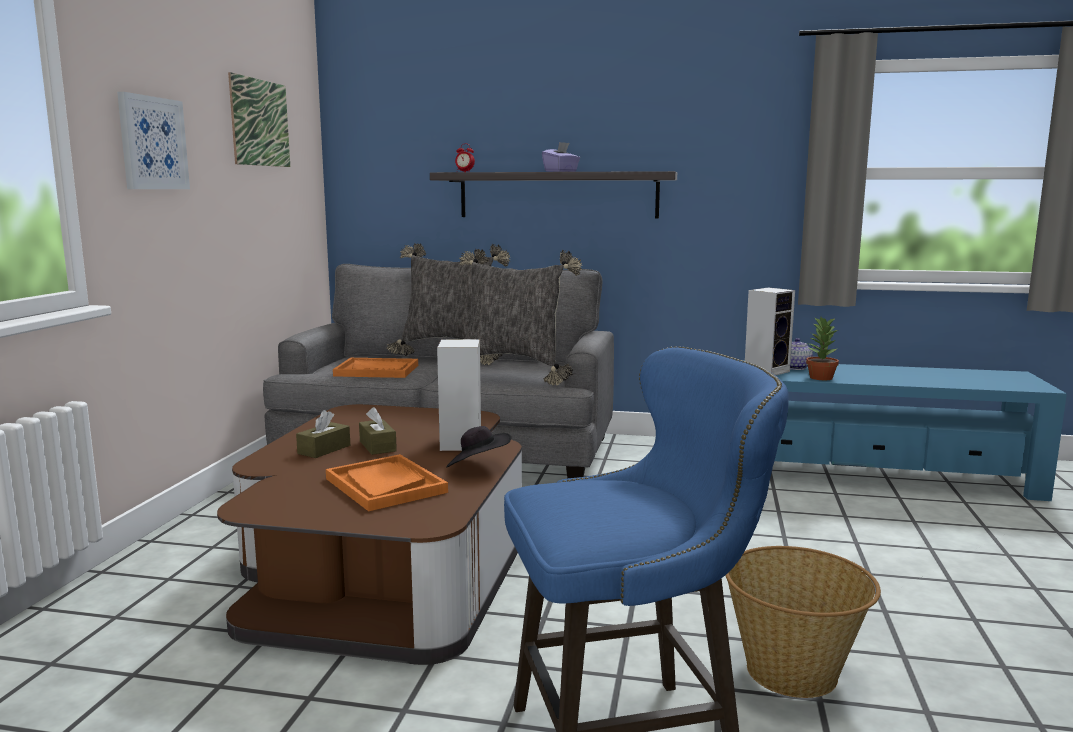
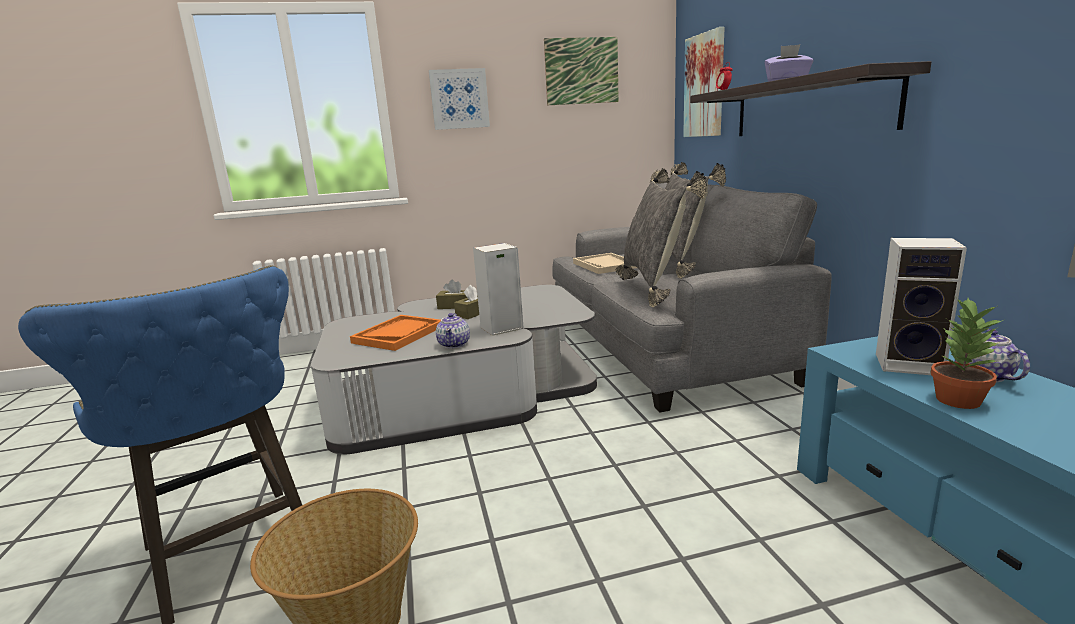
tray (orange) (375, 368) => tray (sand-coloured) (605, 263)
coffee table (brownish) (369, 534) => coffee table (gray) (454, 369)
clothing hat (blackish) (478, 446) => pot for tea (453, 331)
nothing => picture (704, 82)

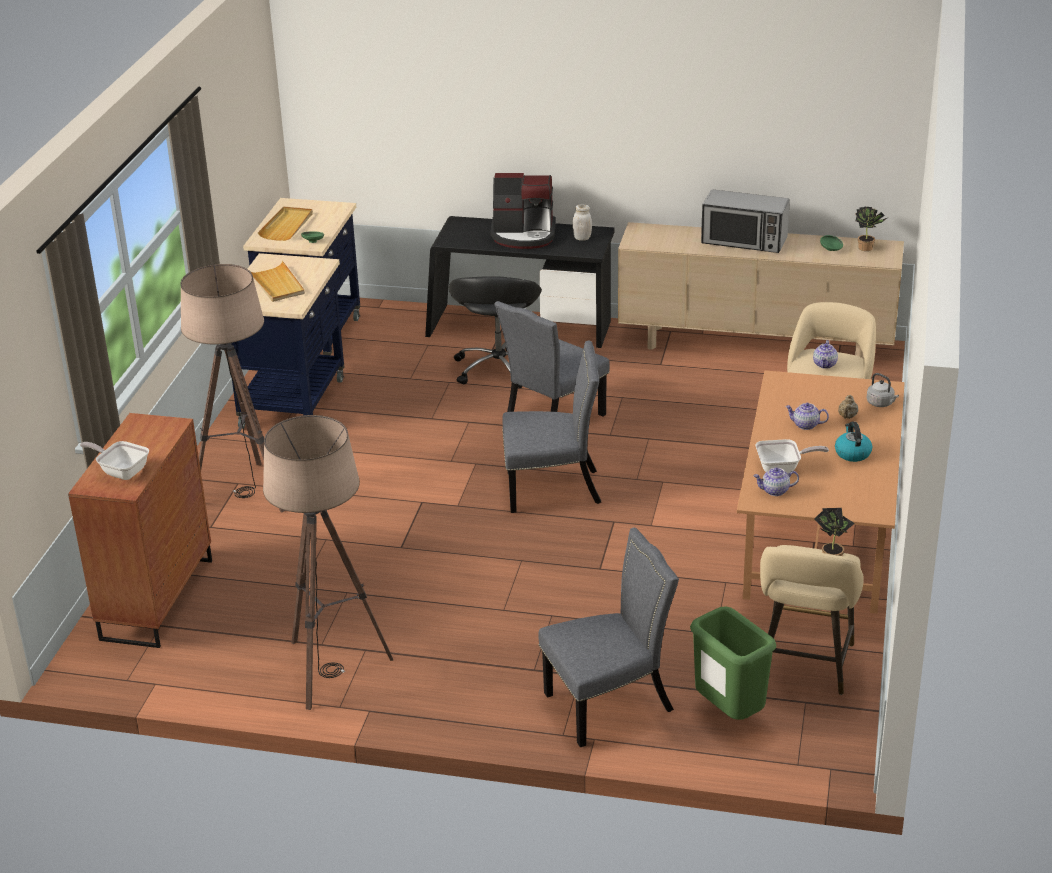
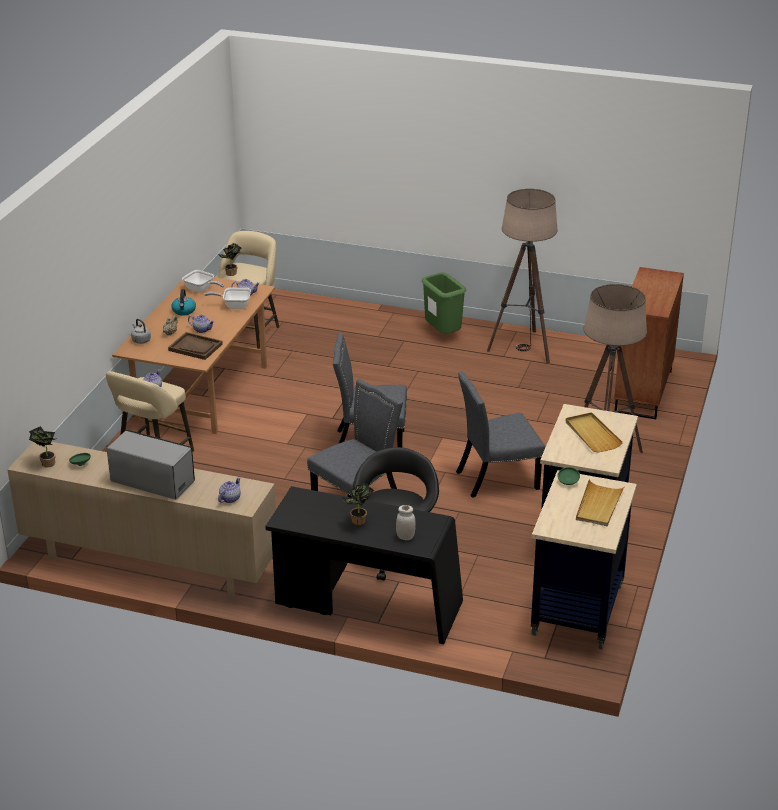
coffee brewer (523, 211) => potted plant (358, 503)
storage jar (whitish) (582, 222) => storage jar (whitish) (405, 522), shifted
skillet (114, 460) => skillet (203, 281), shifted
plain chair (gray) (608, 637) => plain chair (gray) (500, 434), shifted
waste bin (greenish) (733, 663) => waste bin (greenish) (444, 303), shifted
nothing => tray (brownish) (195, 346)
nothing => pot for tea (229, 490)

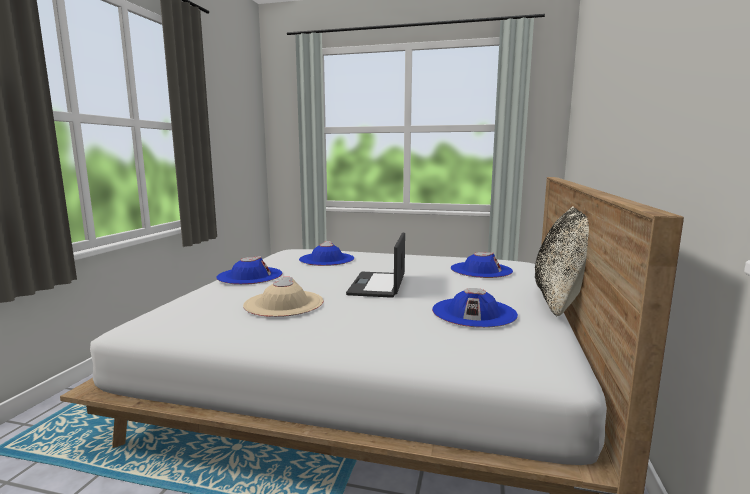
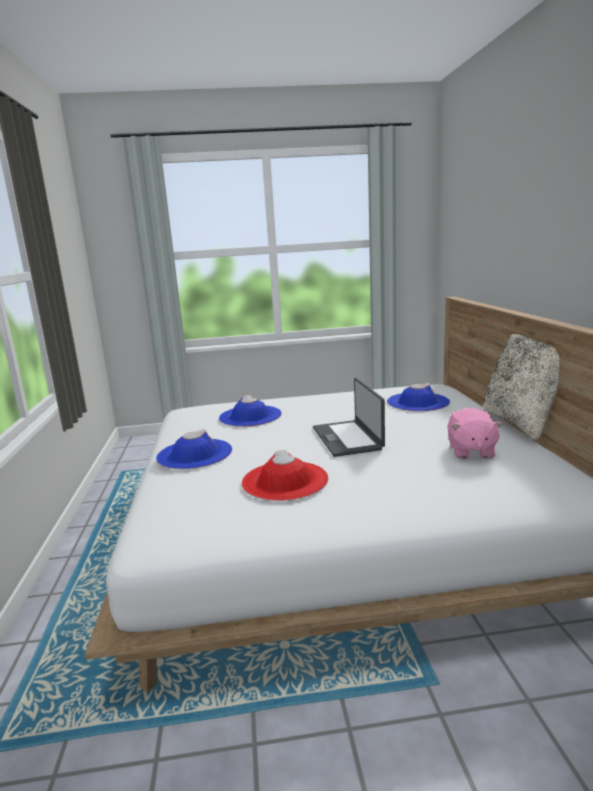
clothing hat (sand-coloured) (283, 297) => clothing hat (red) (285, 475)
clothing hat (blue) (475, 308) => soft toy (pink) (475, 433)

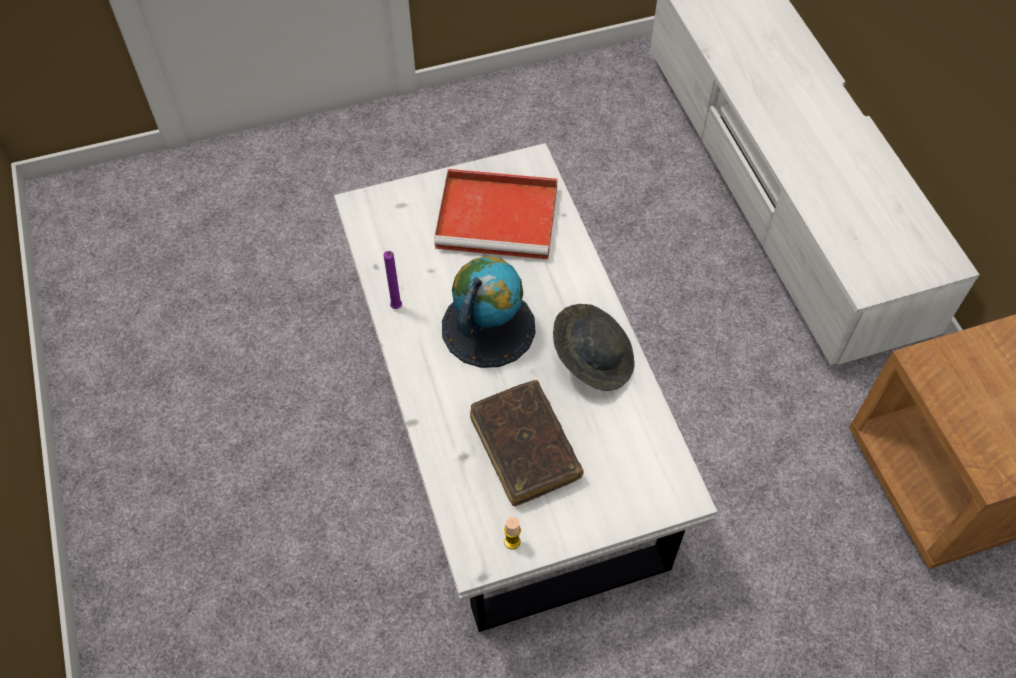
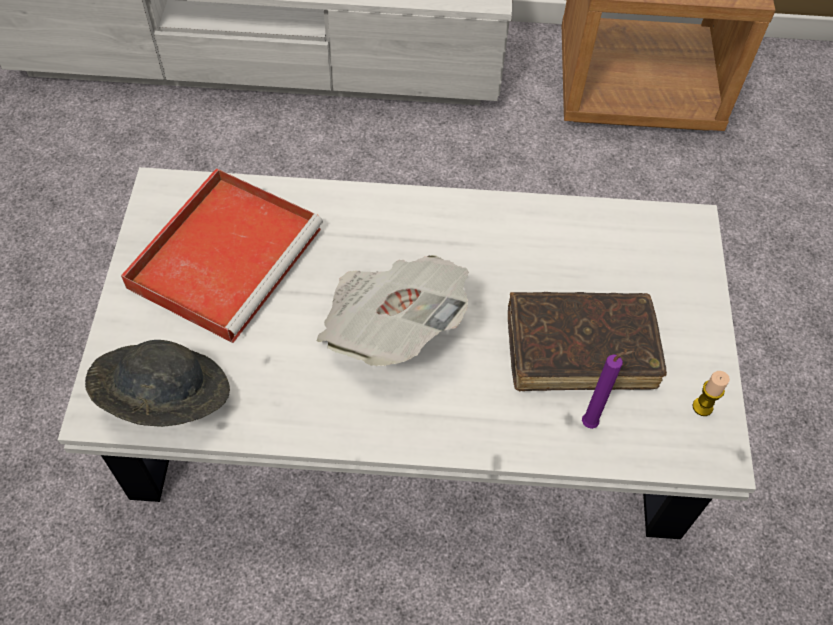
candle (purple-coloured) (392, 280) => candle (purple-coloured) (608, 390), shifted
globe (489, 312) => newspaper (392, 310)
clothing hat (gray) (594, 347) => clothing hat (gray) (157, 383), shifted

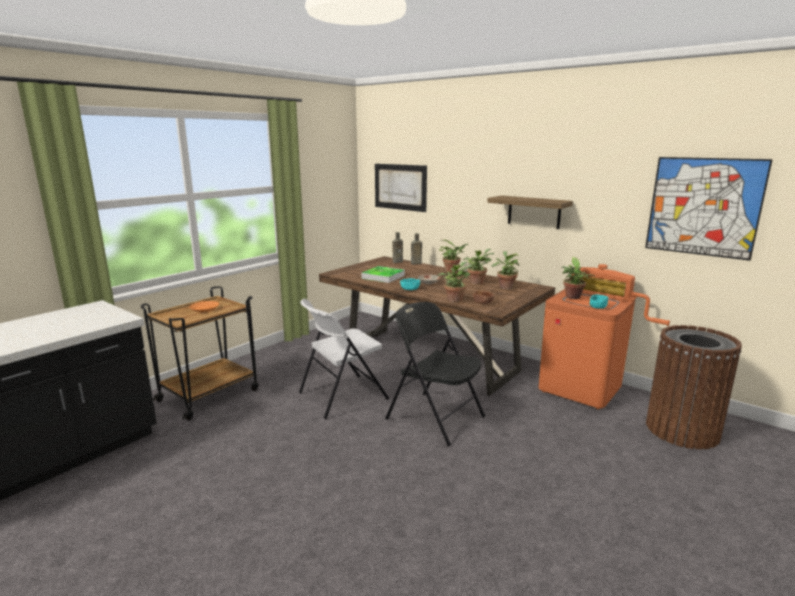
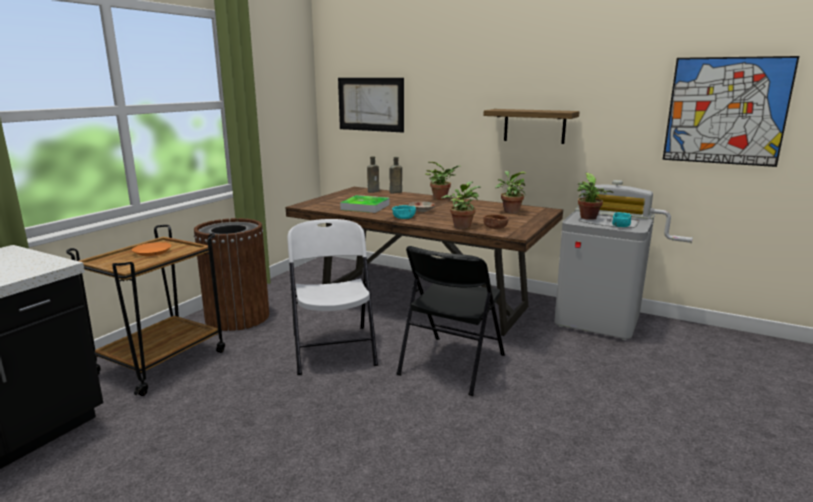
potted plant (478, 267) => nothing
laundry machine (orange) (604, 336) => laundry machine (gray) (623, 260)
plain chair (whitish) (344, 358) => plain chair (whitish) (332, 297), 120 degrees clockwise
plain chair (blackish) (435, 374) => plain chair (blackish) (450, 321), 90 degrees counterclockwise
waste bin (brownish) (694, 387) => waste bin (brownish) (231, 274), shifted

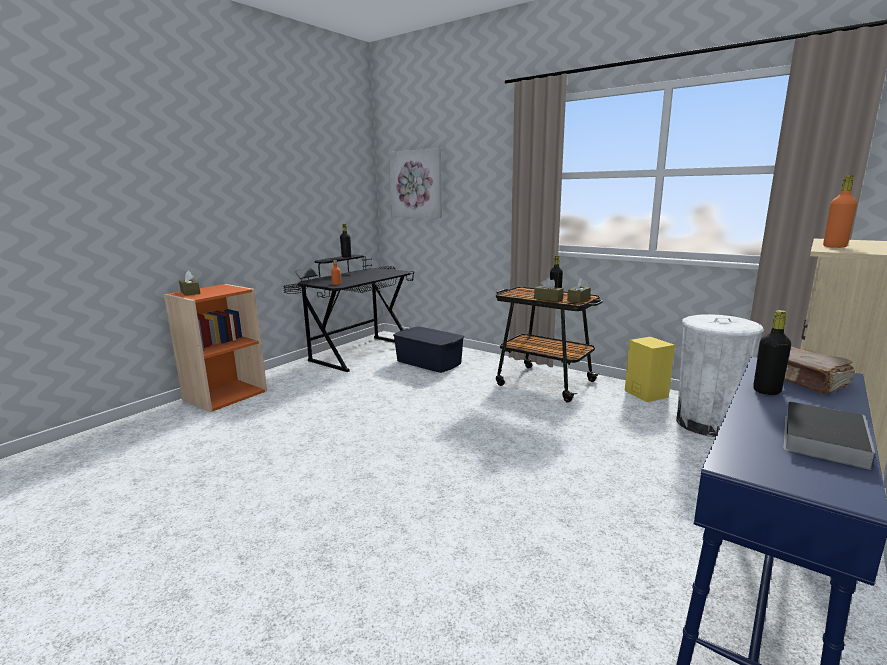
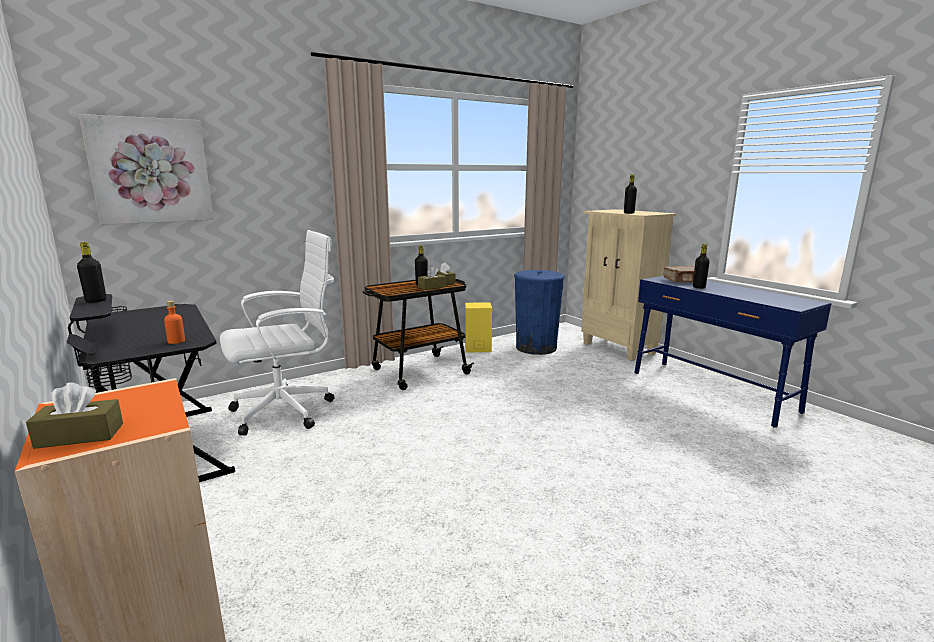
bottle (orange) (840, 211) => bottle (blackish) (630, 194)
waste bin (whitish) (720, 375) => waste bin (blue) (539, 312)
storage container (blue) (428, 350) => desk chair (whitish) (277, 333)
book (829, 436) => nothing

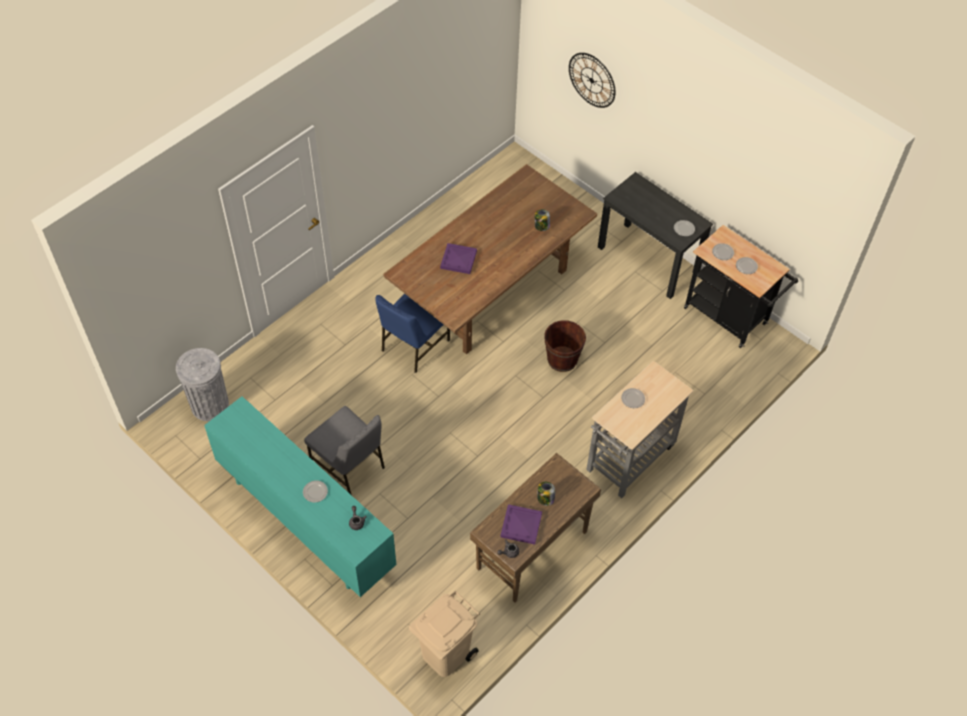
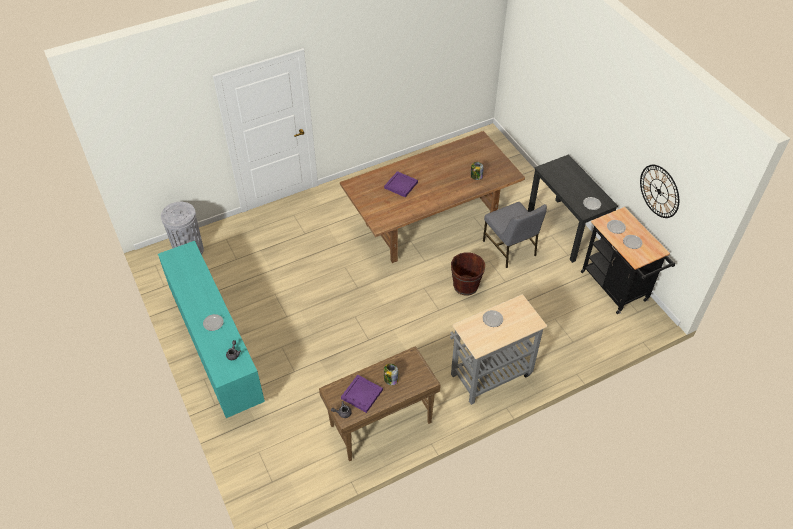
wall clock (592, 80) => wall clock (659, 191), shifted
plain chair (blue) (412, 333) => nothing
plain chair (gray) (344, 450) => plain chair (gray) (515, 235), shifted
waste bin (sand-coloured) (444, 634) => nothing

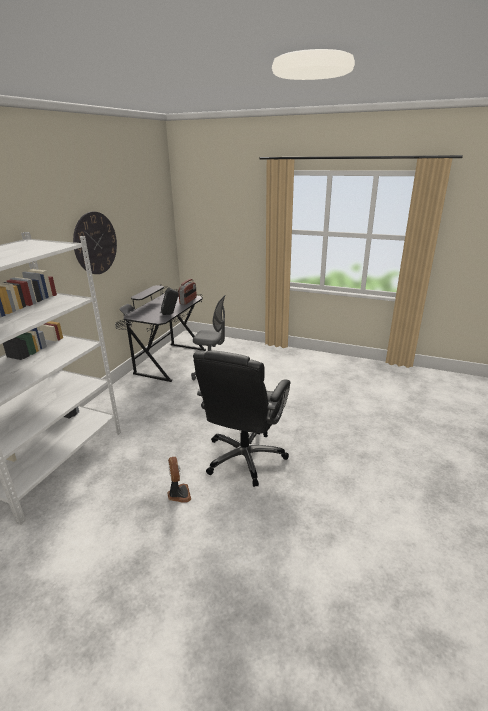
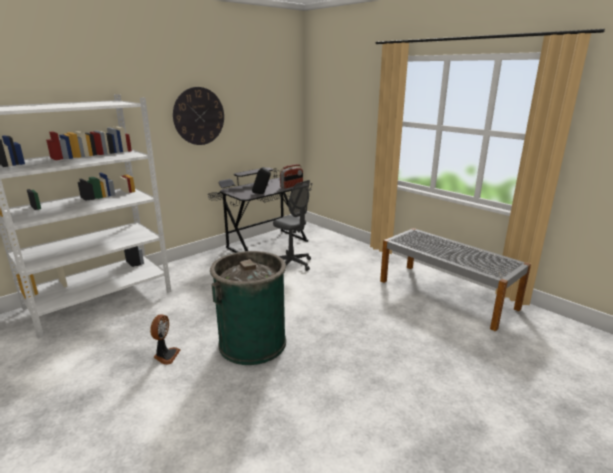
desk chair (blackish) (242, 418) => waste bin (greenish) (248, 308)
nothing => indoor bench (gray) (455, 280)

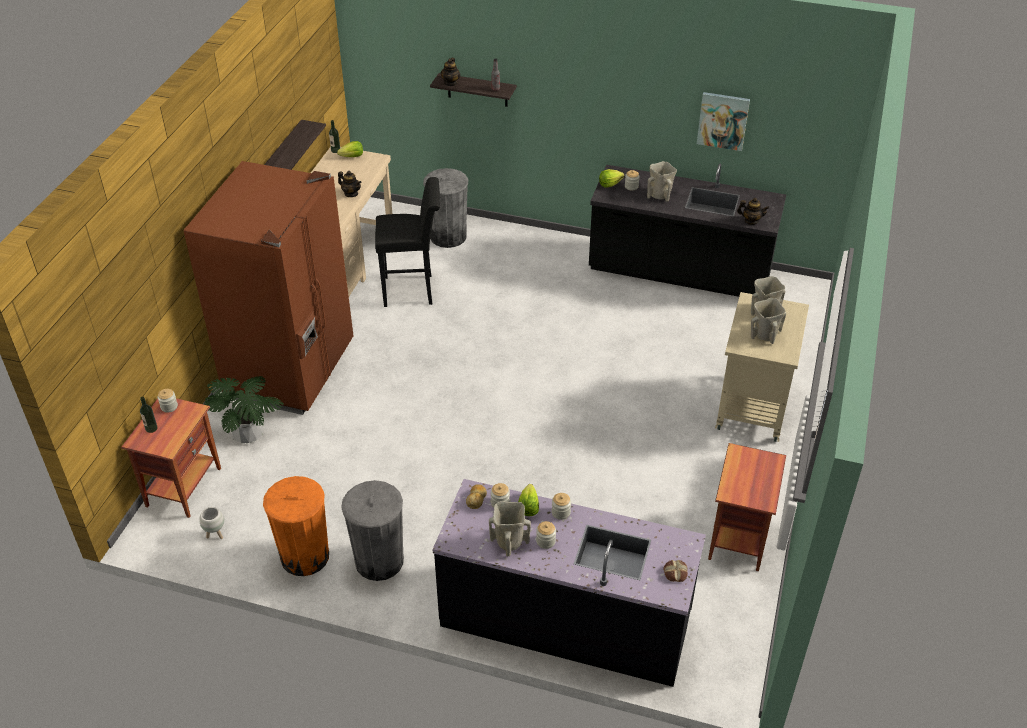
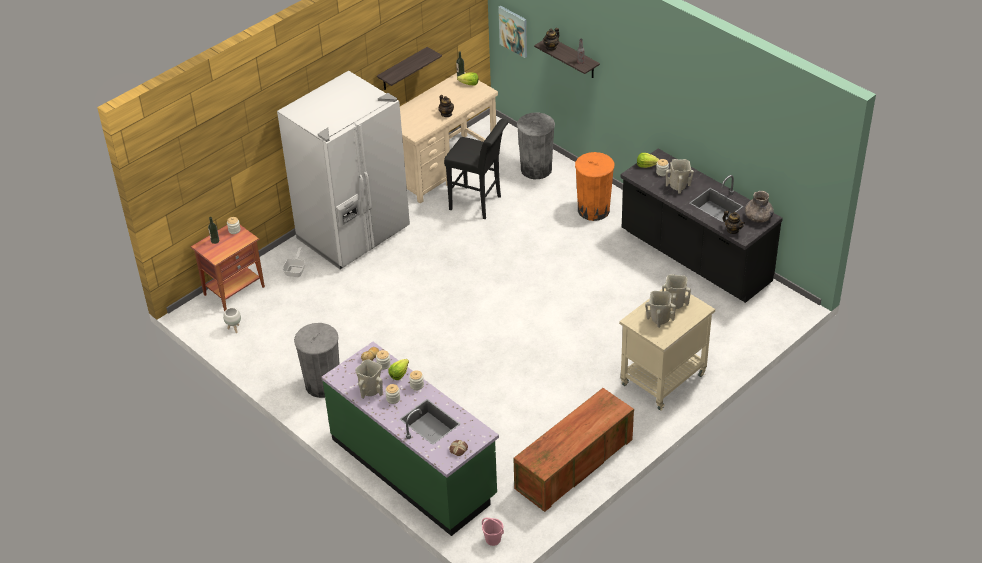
picture (723, 121) => picture (512, 32), shifted
fridge (brownish) (268, 288) => fridge (whitish) (343, 170)
potted plant (244, 409) => skillet (293, 262)
nightstand (747, 507) => indoor bench (brownish) (573, 450)
waste bin (orange) (296, 526) => waste bin (orange) (594, 186), shifted
kitchen base unit (blackish) (569, 583) => kitchen base unit (greenish) (410, 439)
nothing => vase (gray) (759, 207)
nothing => bucket (pink) (493, 532)

